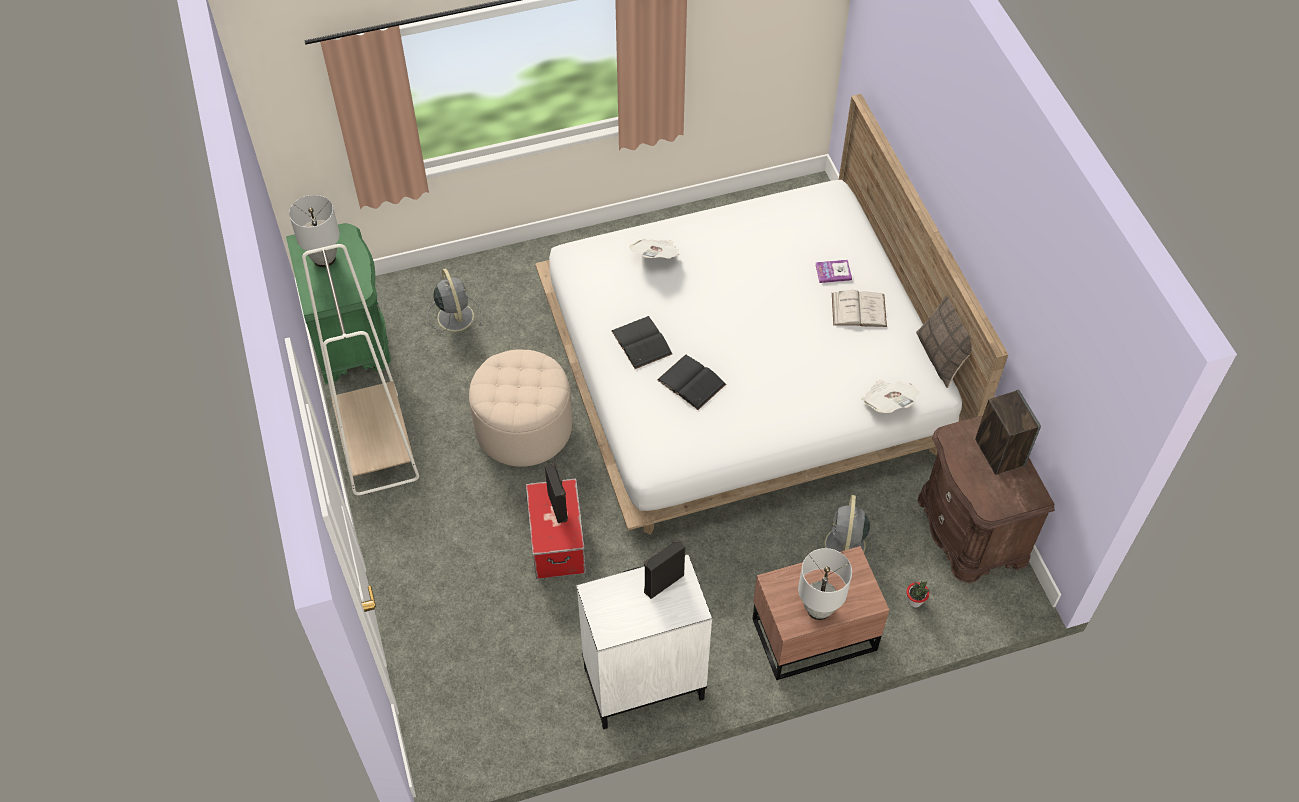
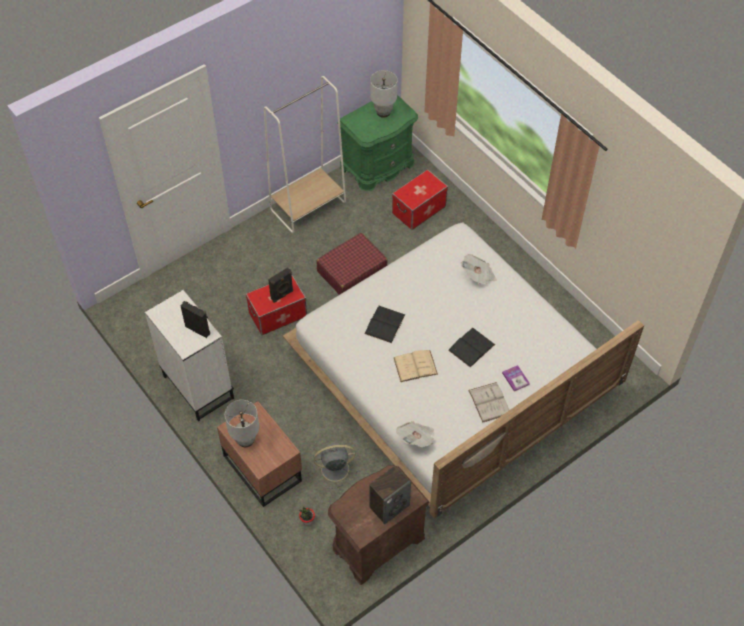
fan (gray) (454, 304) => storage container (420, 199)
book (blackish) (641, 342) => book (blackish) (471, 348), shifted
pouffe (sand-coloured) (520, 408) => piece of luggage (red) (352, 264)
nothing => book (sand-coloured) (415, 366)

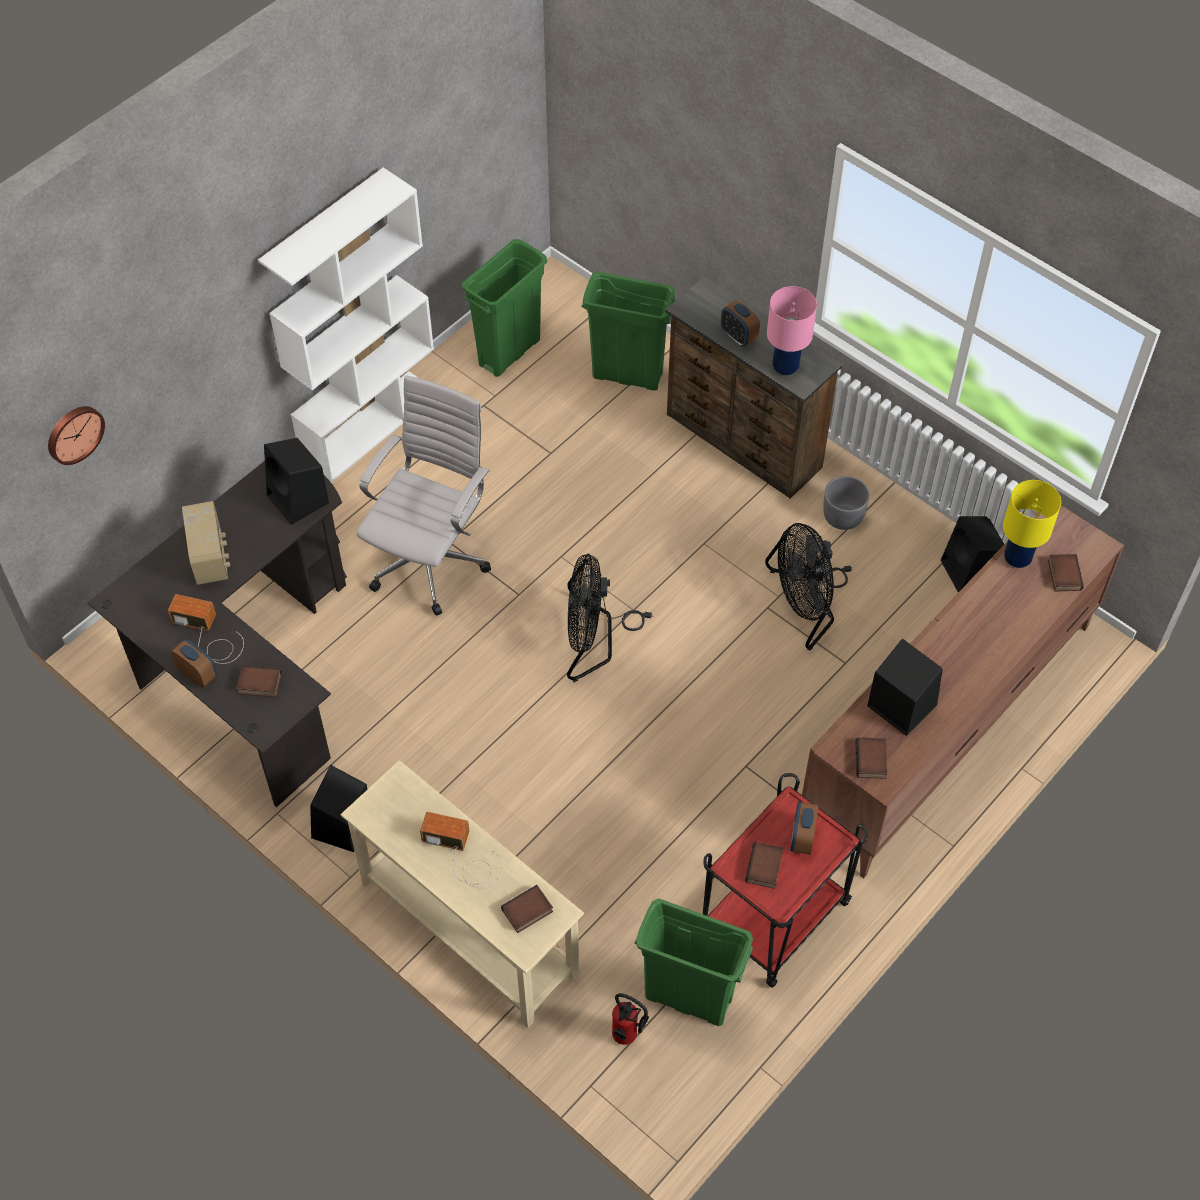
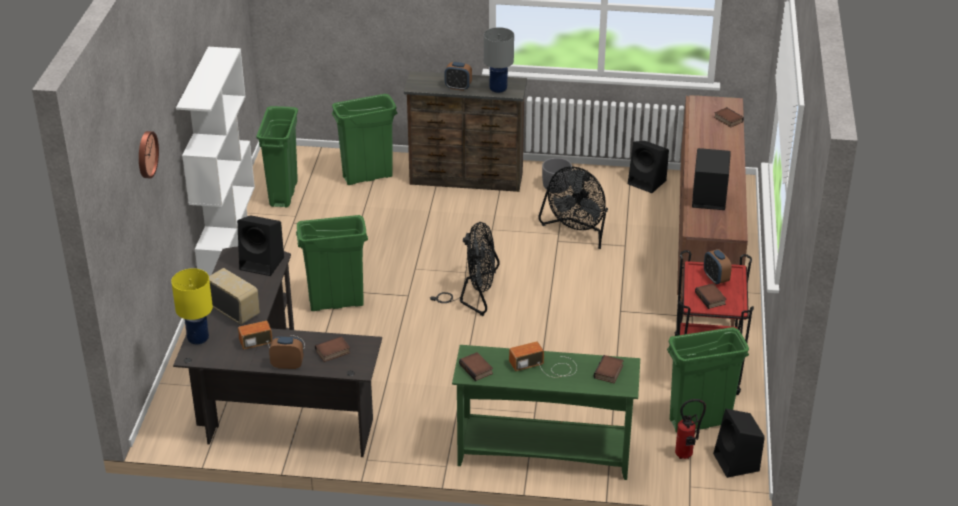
lamp for a table (pink) (792, 330) => lamp for a table (gray) (499, 60)
desk chair (whitish) (423, 495) => waste bin (greenish) (332, 263)
wall clock (76, 435) => wall clock (149, 154), shifted
lamp for a table (yellowish) (1032, 524) => lamp for a table (yellowish) (192, 306), shifted
fan (blackish) (610, 618) => fan (blackish) (465, 269), 135 degrees counterclockwise
book (871, 758) => book (476, 366), shifted
narrow table (sand-coloured) (462, 894) => narrow table (greenish) (546, 412)
audio speaker (blackish) (338, 808) => audio speaker (blackish) (739, 443), shifted

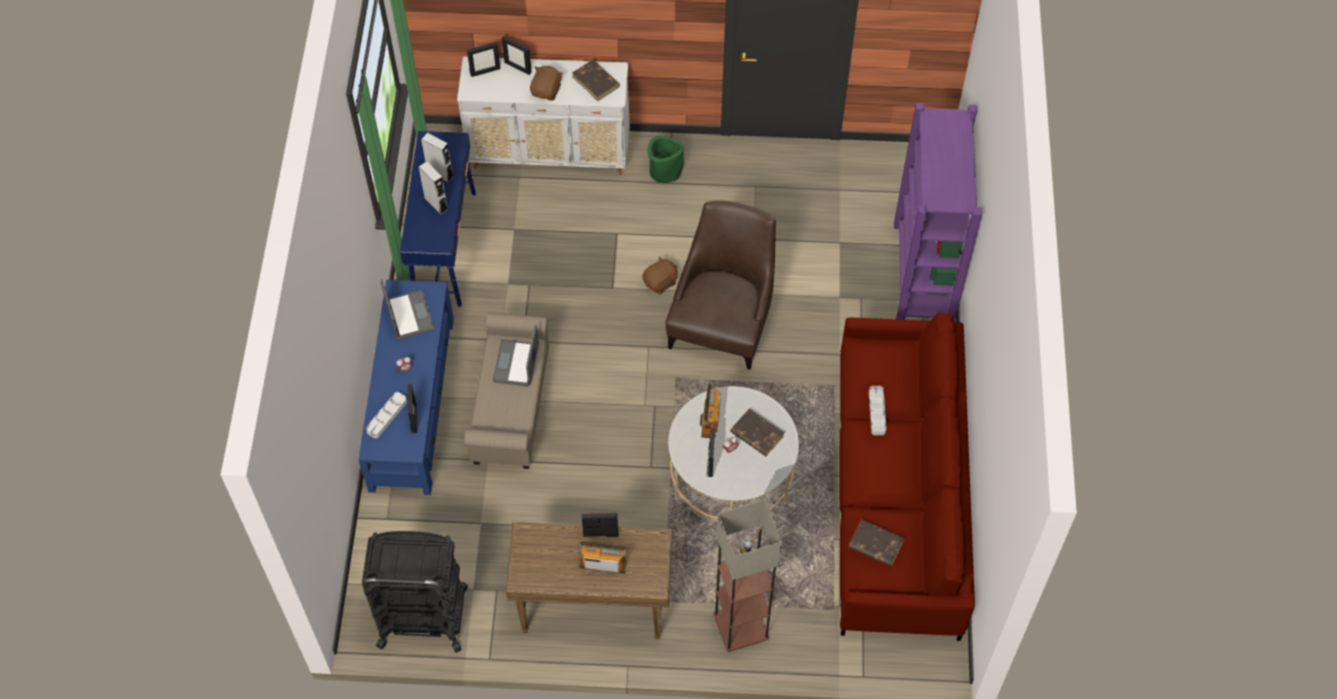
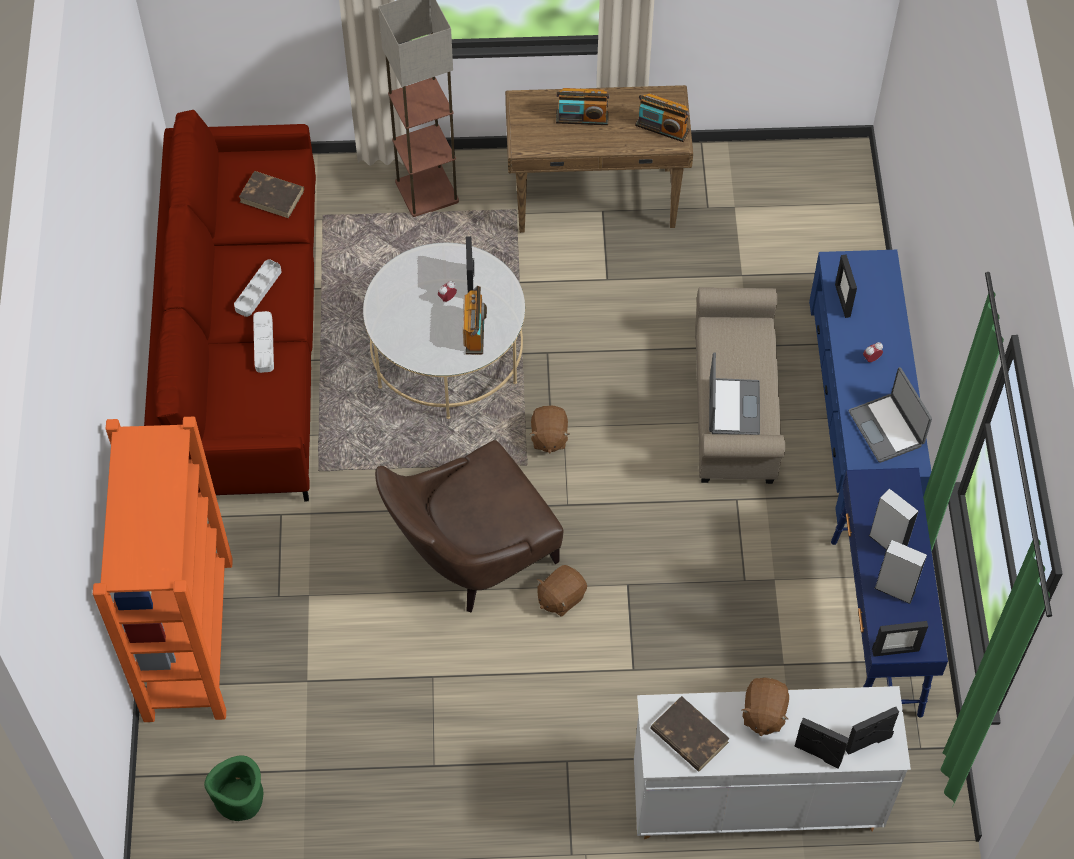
bookcase (purple-coloured) (938, 212) => bookcase (orange) (163, 569)
plant pot (greenish) (665, 159) => plant pot (greenish) (233, 788), shifted
lounge chair (brownish) (721, 285) => lounge chair (brownish) (469, 526), 45 degrees clockwise
tray (gray) (386, 415) => tray (gray) (258, 288), shifted
book (brownish) (757, 432) => nothing
standing frame (600, 525) => standing frame (900, 639), shifted
cart (blackish) (415, 592) => nothing
nothing => radio (662, 117)
nothing => soft toy (brownish) (549, 429)

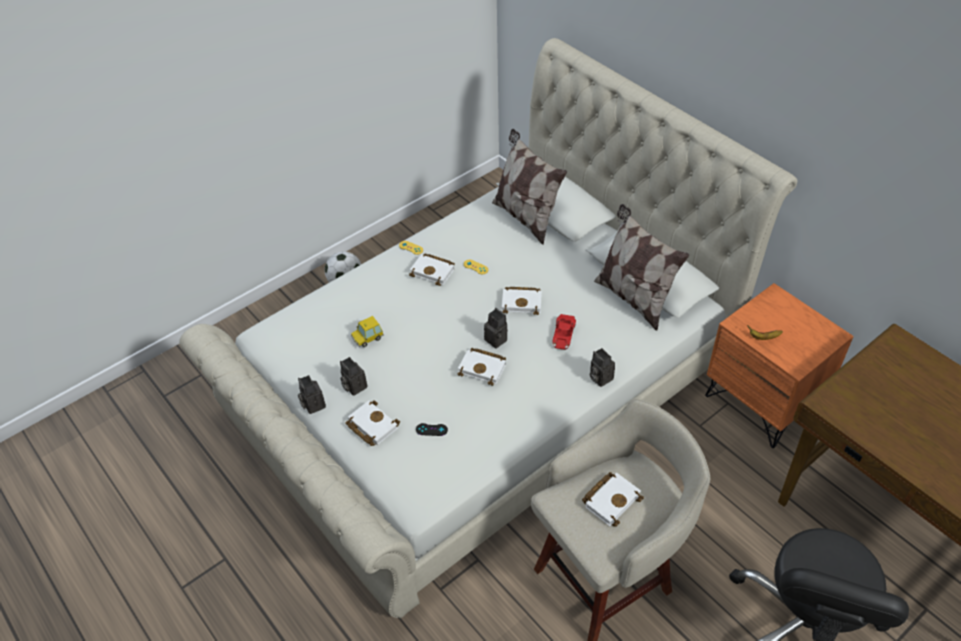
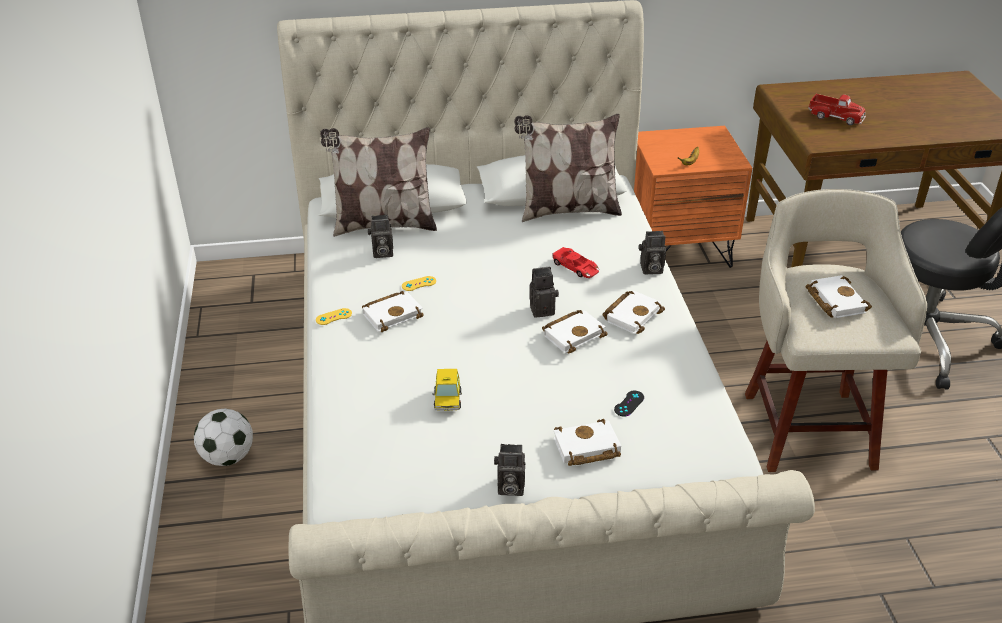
book (whitish) (521, 301) => book (whitish) (633, 312), shifted
photo camera (353, 376) => photo camera (380, 236), shifted
nothing => toy lorry (837, 109)

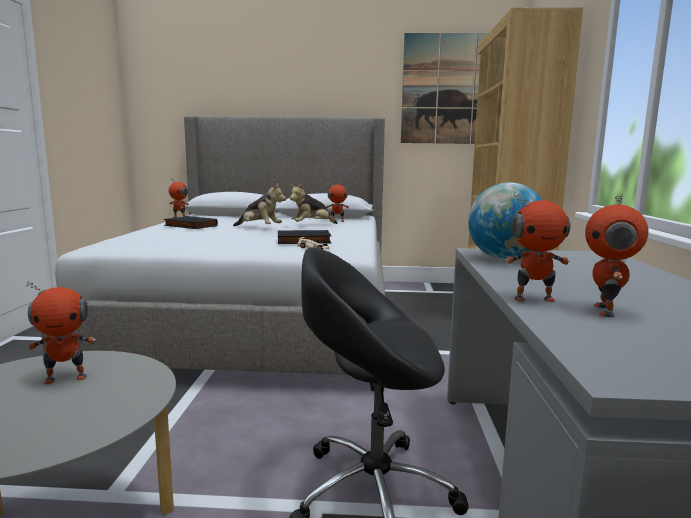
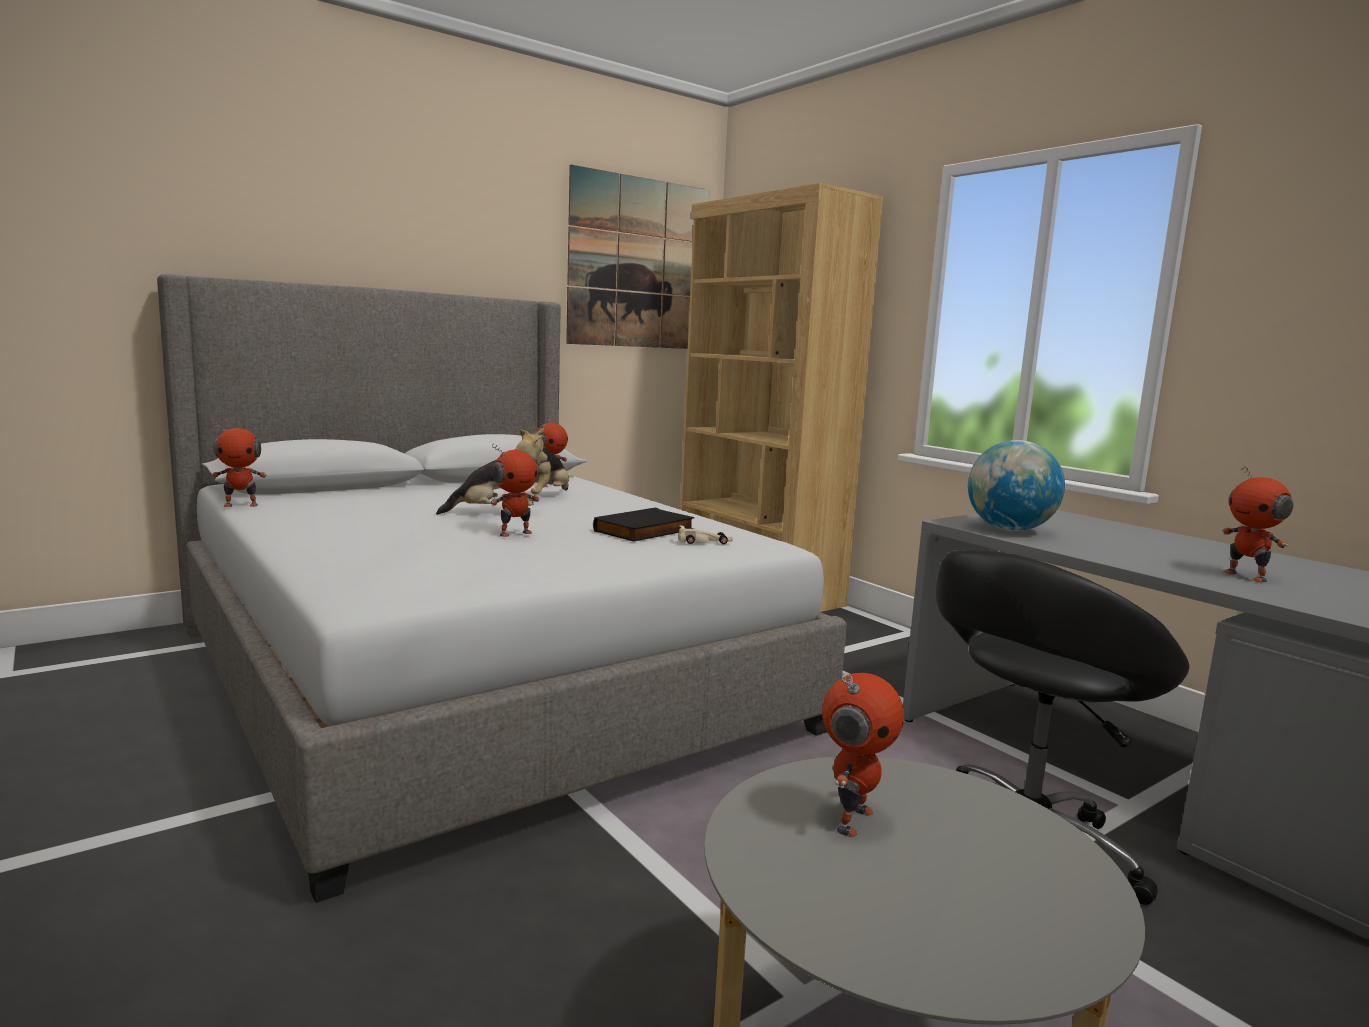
model robot (537, 246) => model robot (515, 490), shifted
book (blackish) (191, 222) => nothing

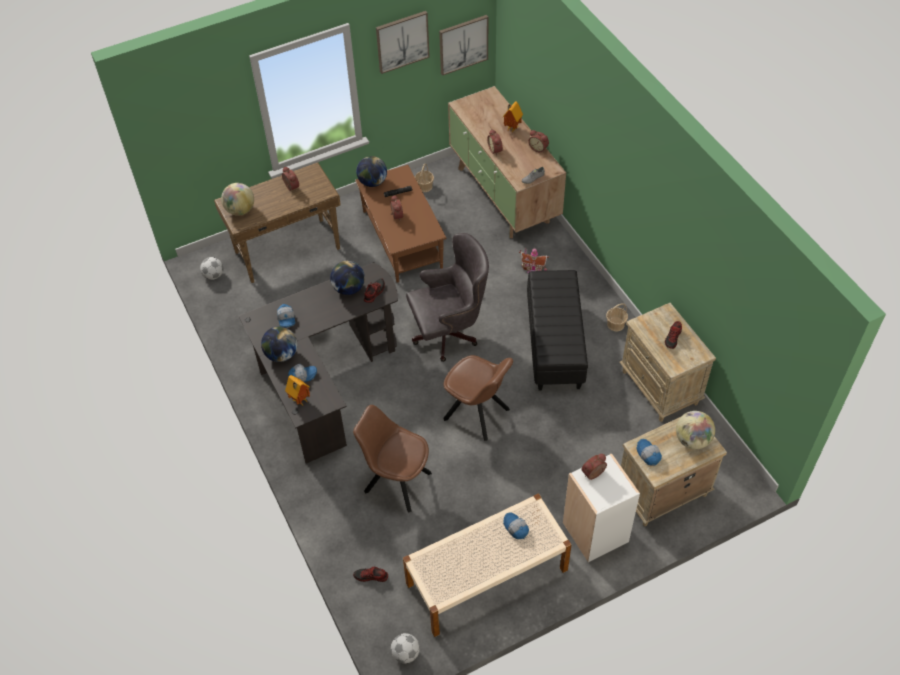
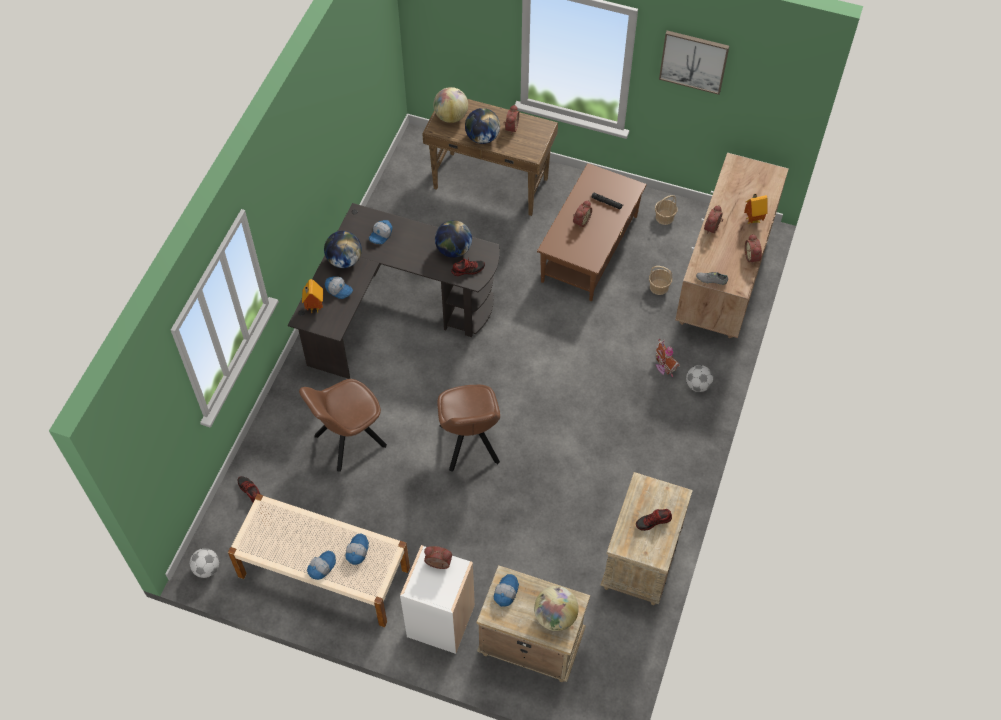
picture (463, 45) => nothing
globe (371, 171) => globe (482, 126), shifted
desk chair (gray) (447, 297) => nothing
ball for football (211, 268) => ball for football (699, 378), shifted
pouffe (blackish) (557, 330) => nothing
household basket (617, 317) => household basket (660, 280), shifted
plain chair (brownish) (392, 459) => plain chair (brownish) (343, 425), 105 degrees counterclockwise
nothing => peaked cap (321, 565)

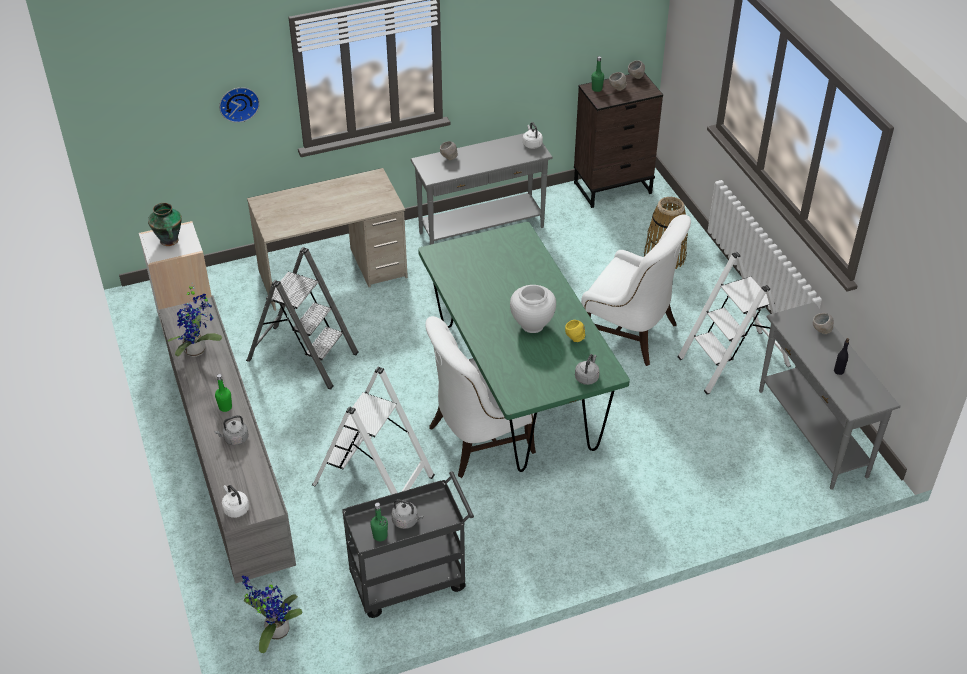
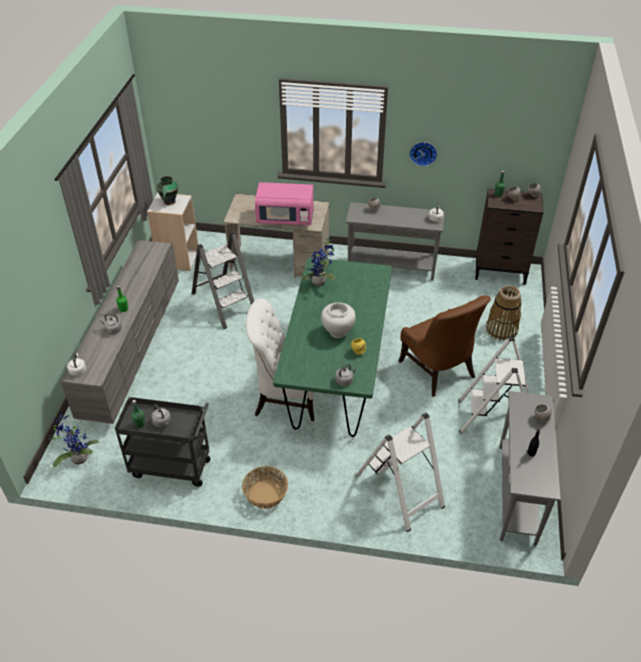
wall clock (239, 105) => wall clock (423, 154), shifted
plain chair (whitish) (636, 290) => plain chair (brownish) (445, 346)
potted plant (194, 320) => potted plant (318, 262), shifted
step stool (whitish) (373, 431) => step stool (whitish) (400, 472), shifted
nothing => microwave (pink) (284, 203)
nothing => household basket (265, 487)

